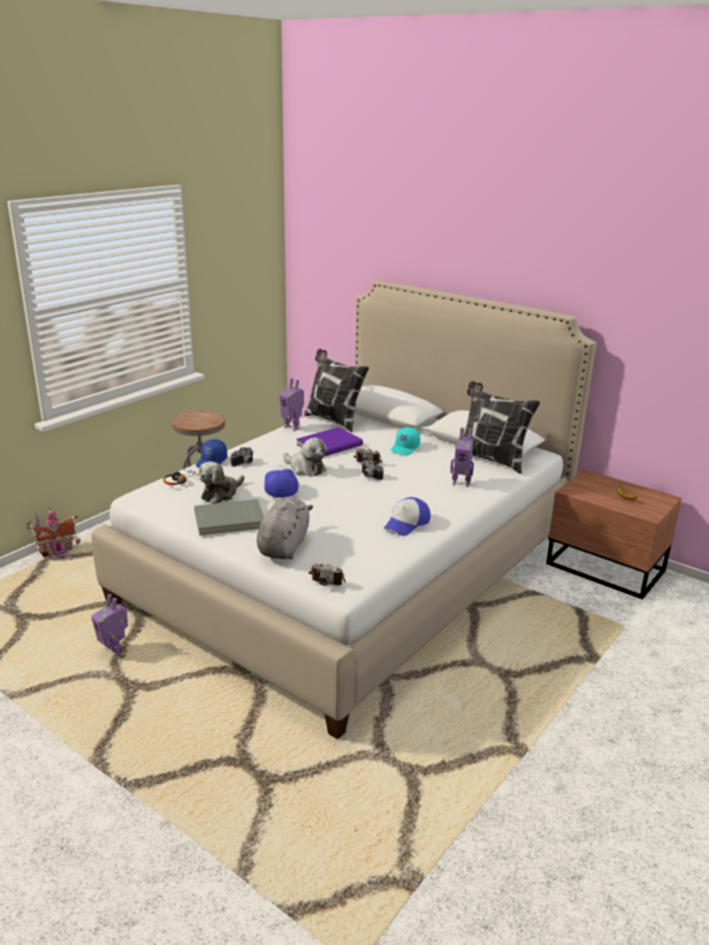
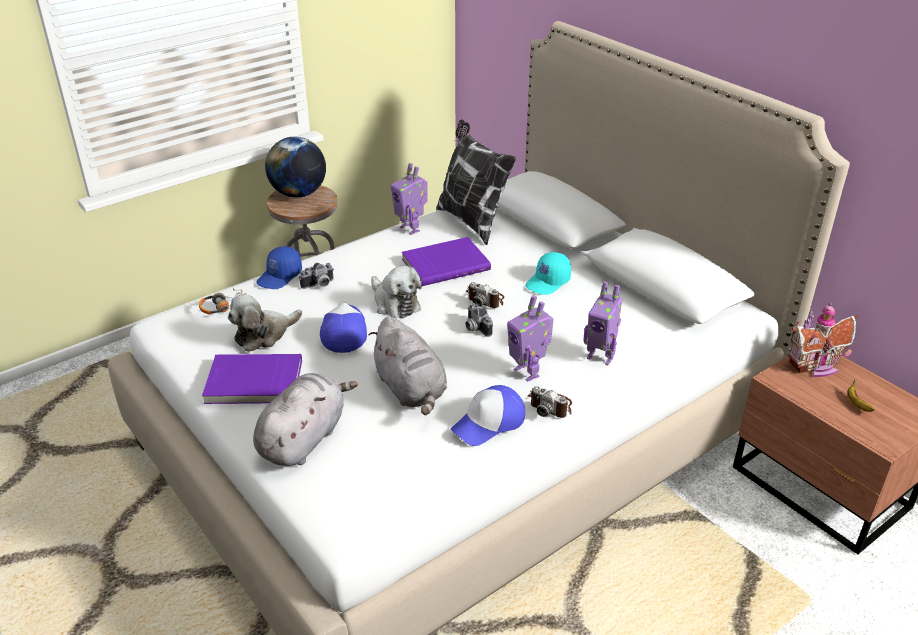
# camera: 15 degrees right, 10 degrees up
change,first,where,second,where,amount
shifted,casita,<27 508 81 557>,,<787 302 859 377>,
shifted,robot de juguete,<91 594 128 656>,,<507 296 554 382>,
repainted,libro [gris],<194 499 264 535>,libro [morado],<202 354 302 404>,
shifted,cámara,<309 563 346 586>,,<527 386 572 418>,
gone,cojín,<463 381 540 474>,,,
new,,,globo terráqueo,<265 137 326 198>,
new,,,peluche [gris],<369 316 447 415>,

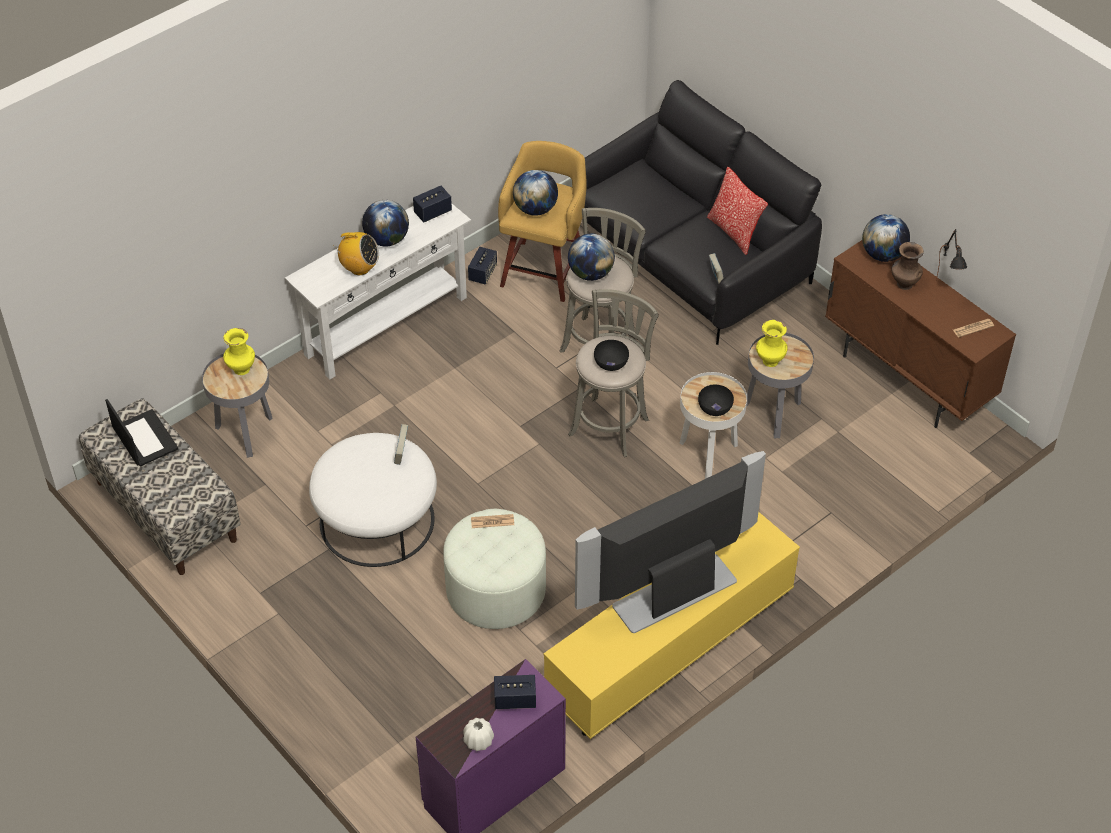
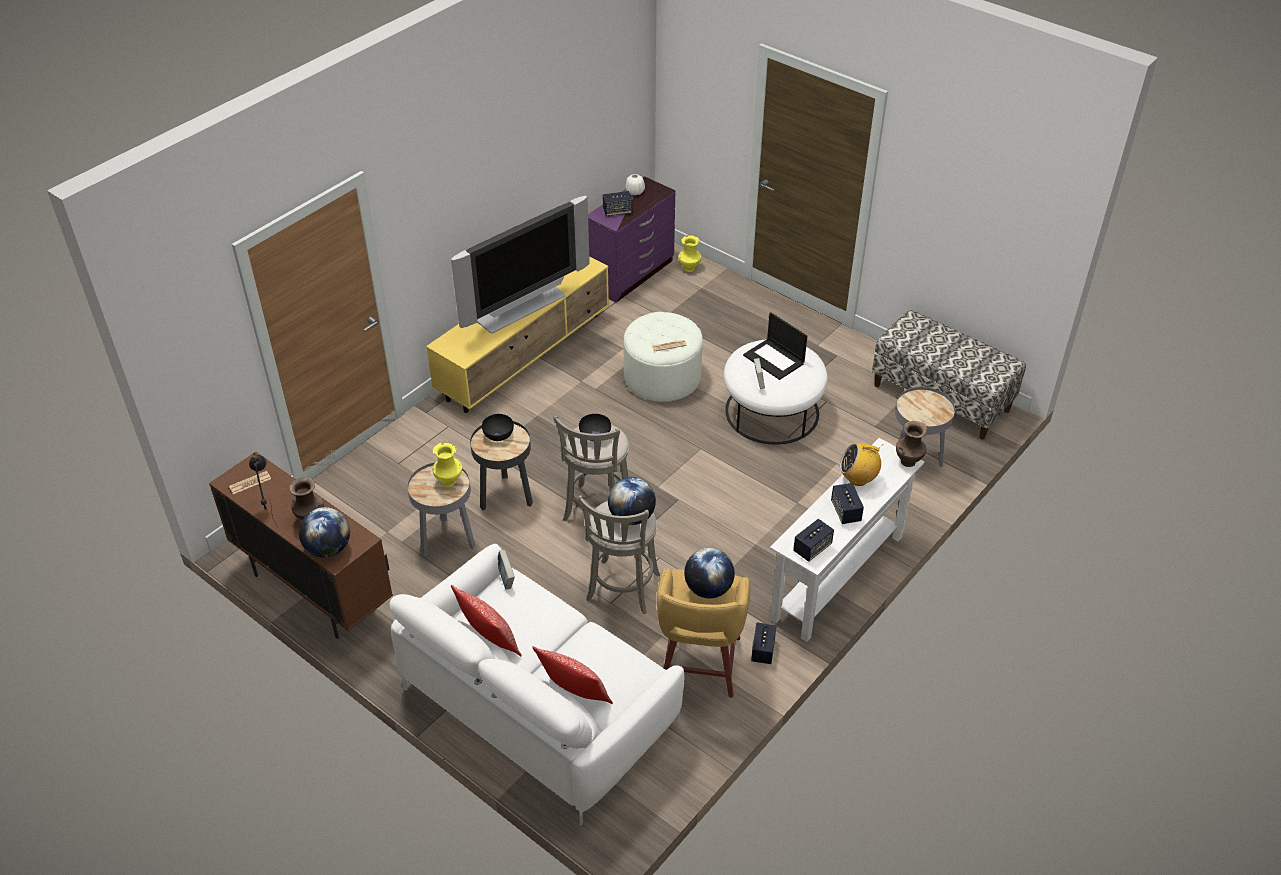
# camera: 170 degrees right, 5 degrees down
change,first,where,second,where,amount
shifted,portátil,<105 399 178 466>,,<743 312 807 380>,
shifted,florero [amarillo],<223 328 255 375>,,<679 235 701 272>,
swapped,globo terráqueo,<362 200 409 246>,altavoz,<831 483 864 524>,
repainted,sofá [negro],<582 80 822 345>,sofá [blanco],<389 544 684 825>,
repainted,mesa auxiliar [blanco],<680 372 747 479>,mesa auxiliar [negro],<470 421 533 510>,
new,,,cojín,<532 646 613 704>,
new,,,florero [marrón],<896 421 927 467>,

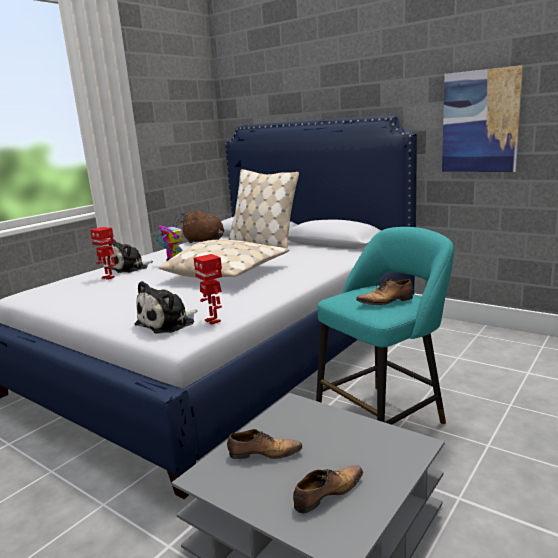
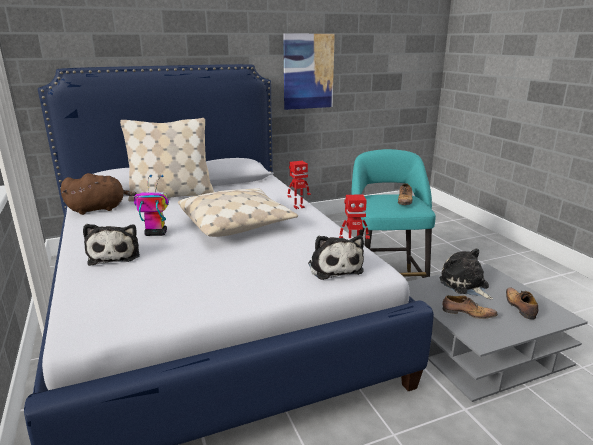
# camera: 60 degrees left, 5 degrees up
change,first,where,second,where,amount
shifted,robot de juguete,<90 227 116 280>,,<288 161 311 209>,
rotated,zapato,<227 429 303 459>,,<442 295 497 319>,75 degrees clockwise
new,,,peluche,<439 248 493 299>,

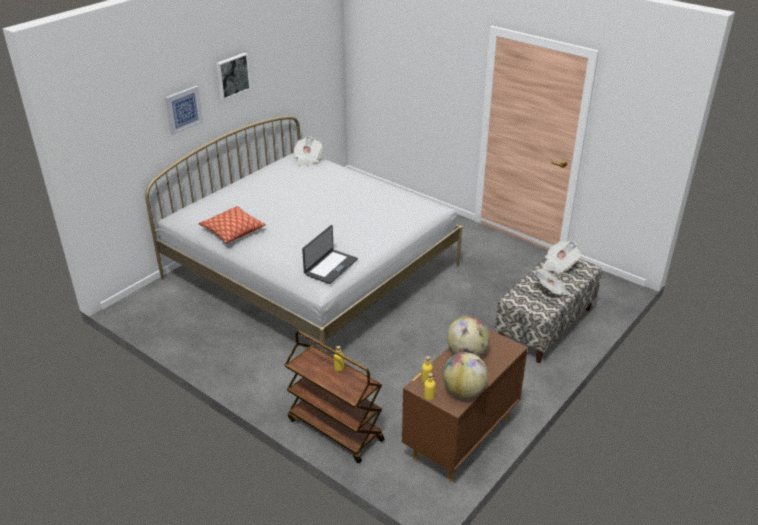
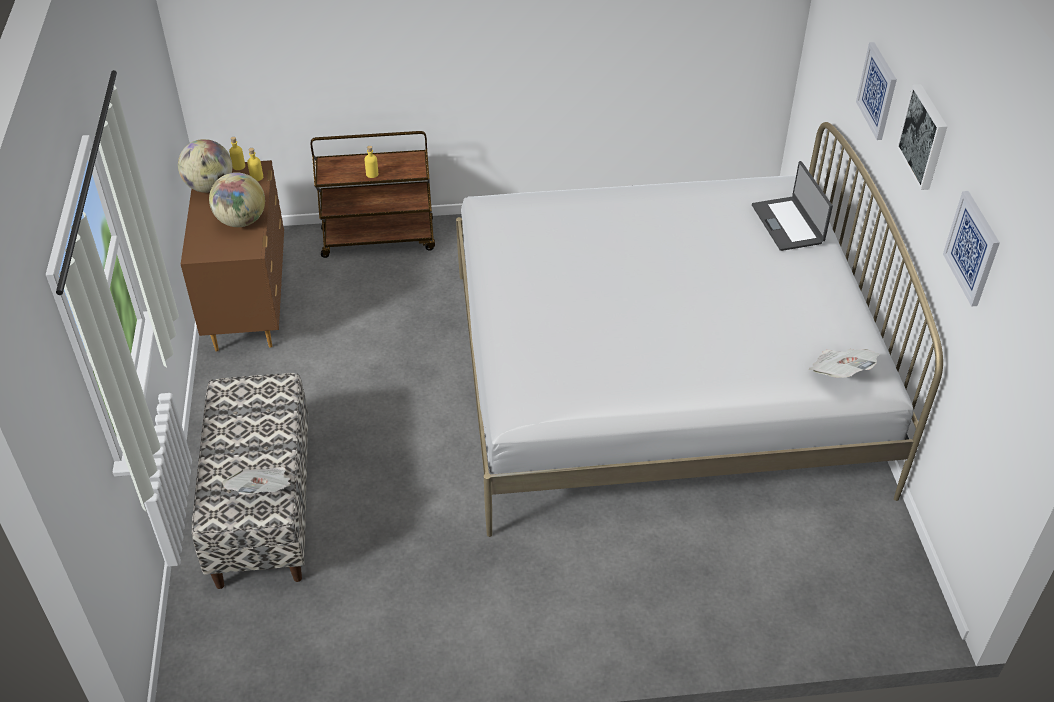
# camera: 135 degrees right, 10 degrees up
change,first,where,second,where,amount
gone,cojín,<198 206 266 243>,,,
shifted,portátil,<302 225 358 284>,,<752 161 833 251>,
gone,periódico,<534 268 571 295>,,,
new,,,cuadro,<943 191 1000 307>,

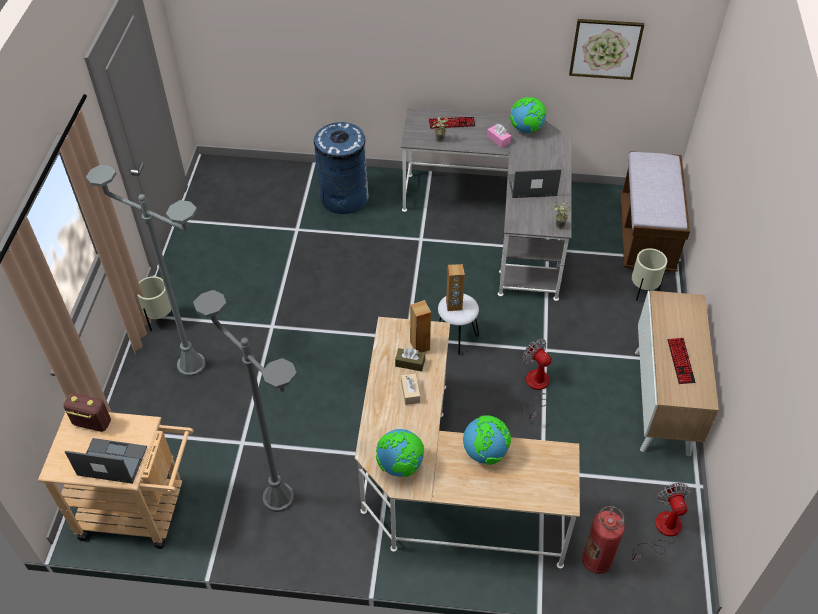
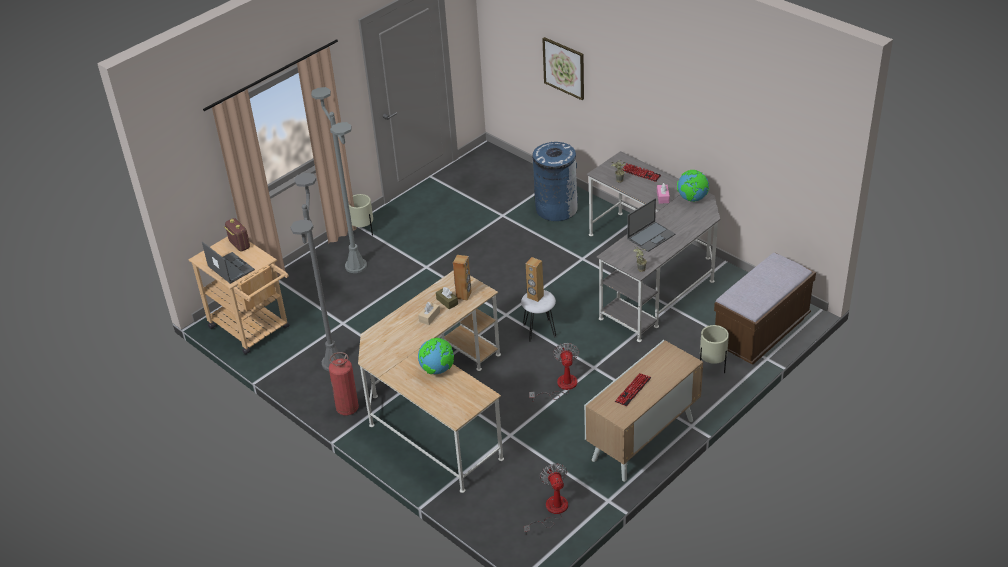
# camera: 40 degrees right, 10 degrees down
change,first,where,second,where,amount
gone,globo terráqueo,<376 429 424 477>,,,
rotated,portátil,<508 169 561 198>,,<627 198 676 252>,105 degrees clockwise
shifted,cuadro,<569 19 644 80>,,<542 37 584 100>,
shifted,extintor,<582 506 625 574>,,<329 352 359 416>,
rotated,ventilador,<632 483 691 560>,,<524 463 568 535>,45 degrees counterclockwise

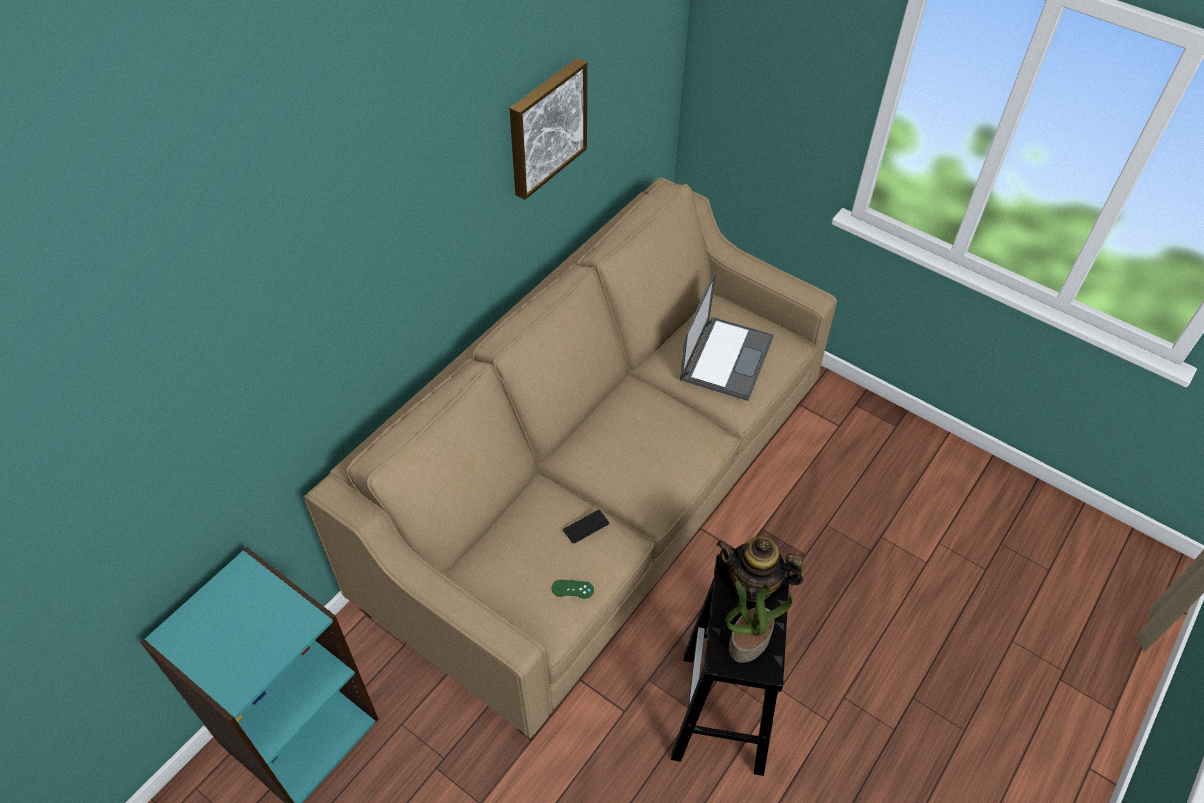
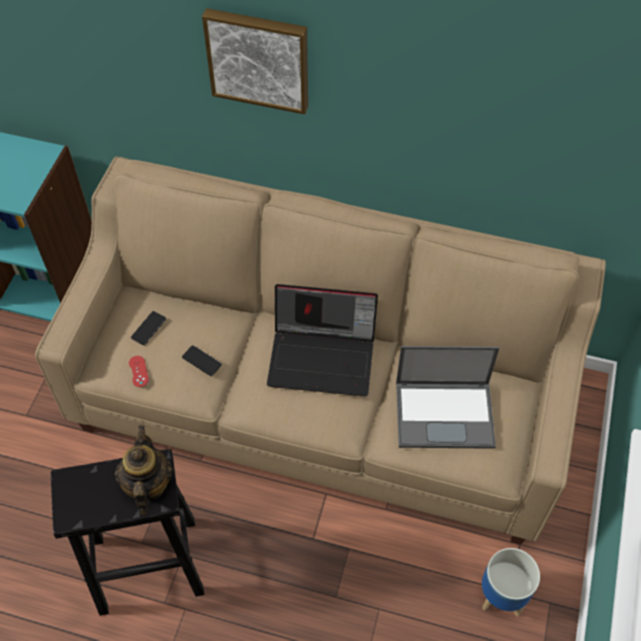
# camera: 70 degrees right, 5 degrees up
change,first,where,second,where,amount
shifted,cuadro,<509 58 587 200>,,<202 8 308 114>,
repainted,mando de consola [verde],<551 580 594 599>,mando de consola [rojo],<129 356 149 387>,
gone,planta en maceta,<725 581 793 663>,,,
new,,,móvil,<131 311 166 345>,
new,,,portátil,<267 284 378 396>,
new,,,maceta,<482 548 540 617>,

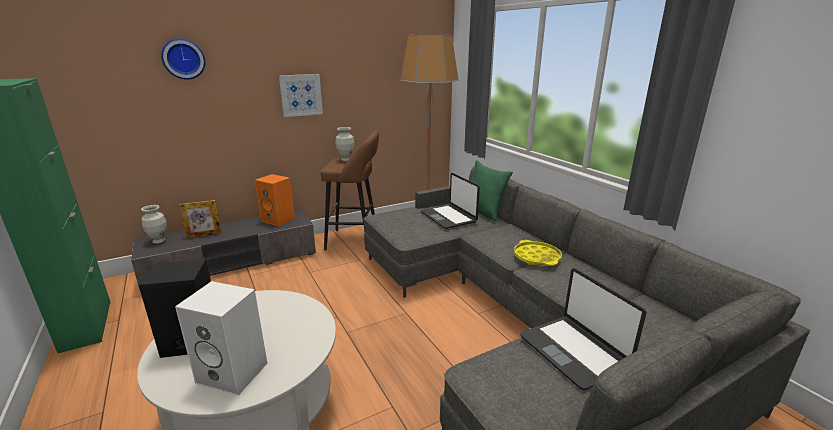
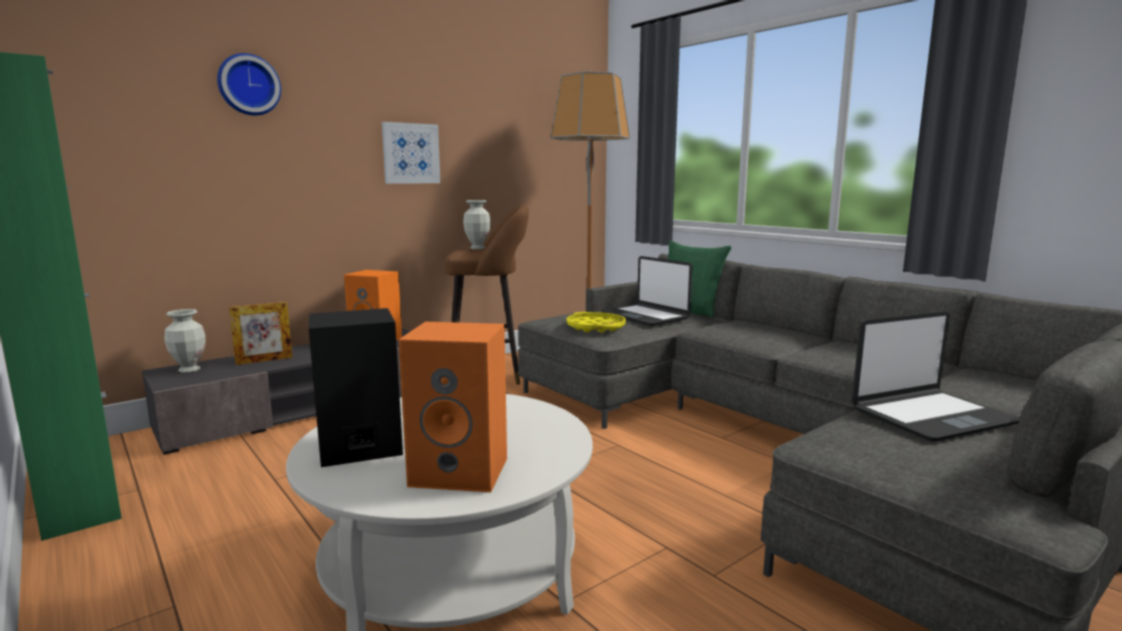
# camera: 10 degrees left, 10 degrees down
change,first,where,second,where,amount
repainted,altavoz [blanco],<175 281 267 395>,altavoz [naranja],<399 322 507 492>,
shifted,bandeja [amarillo],<514 240 562 266>,,<566 312 626 333>,
rotated,portátil,<520 268 646 390>,,<852 311 1020 442>,75 degrees counterclockwise

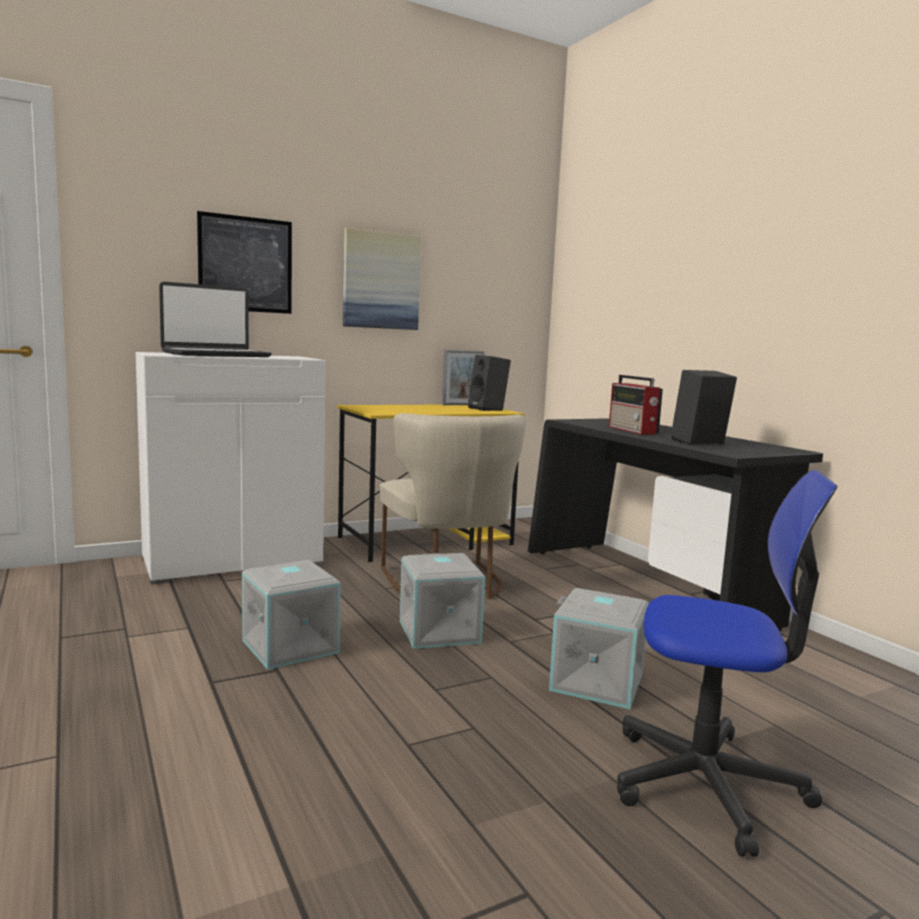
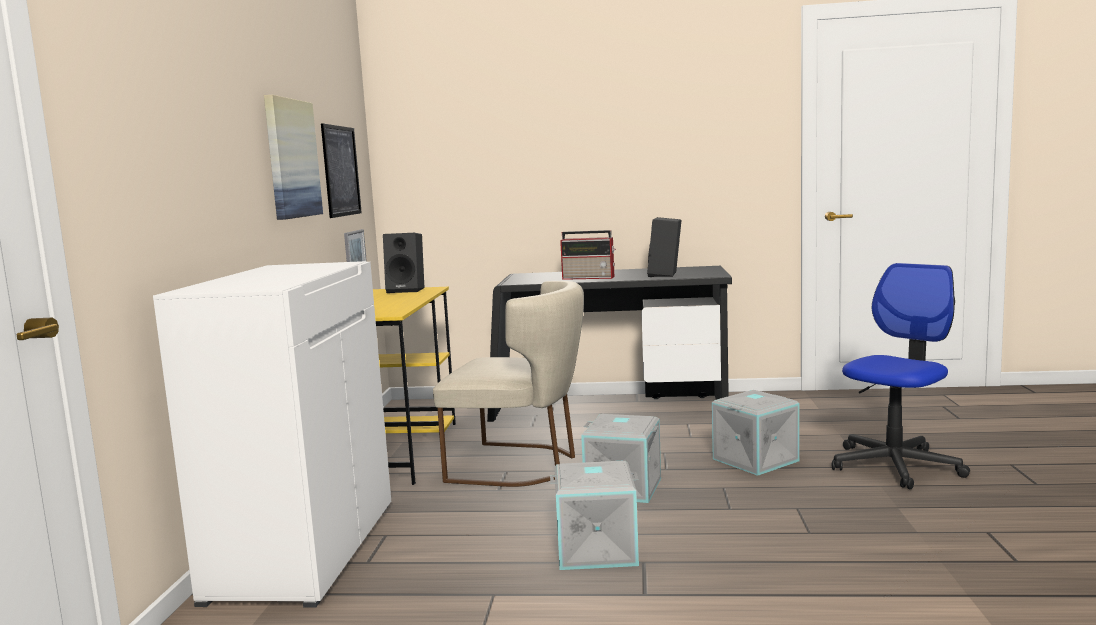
# camera: 55 degrees left, 0 degrees up
change,first,where,second,where,amount
gone,portátil,<159 282 272 357>,,,
shifted,cuadro,<197 211 292 314>,,<321 123 362 218>,

